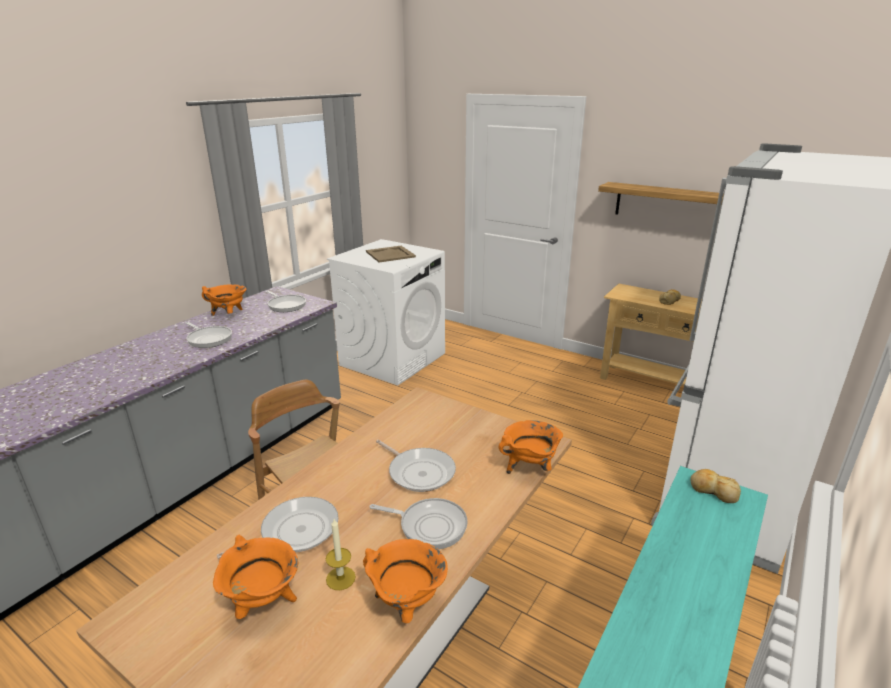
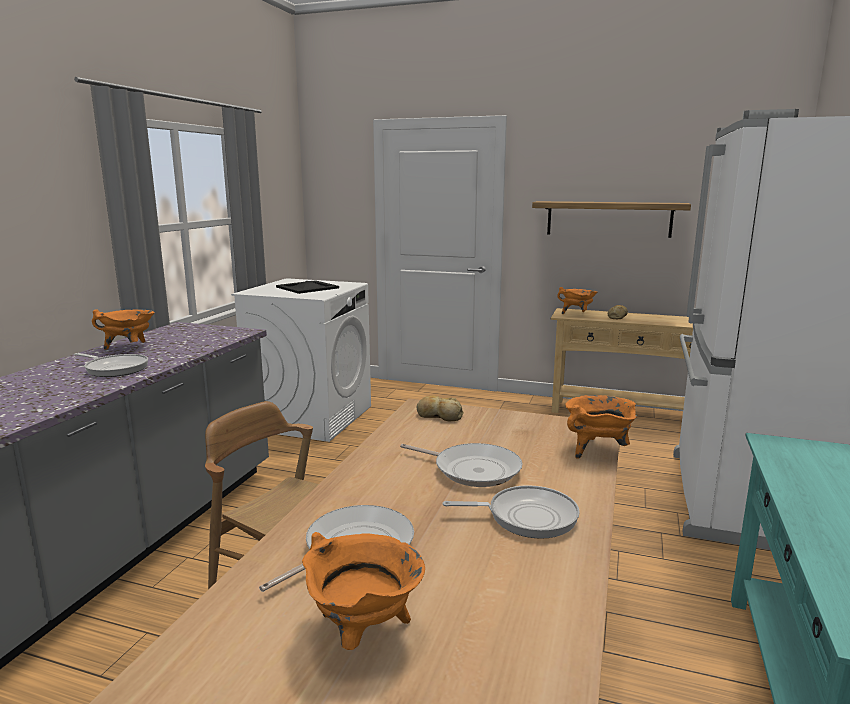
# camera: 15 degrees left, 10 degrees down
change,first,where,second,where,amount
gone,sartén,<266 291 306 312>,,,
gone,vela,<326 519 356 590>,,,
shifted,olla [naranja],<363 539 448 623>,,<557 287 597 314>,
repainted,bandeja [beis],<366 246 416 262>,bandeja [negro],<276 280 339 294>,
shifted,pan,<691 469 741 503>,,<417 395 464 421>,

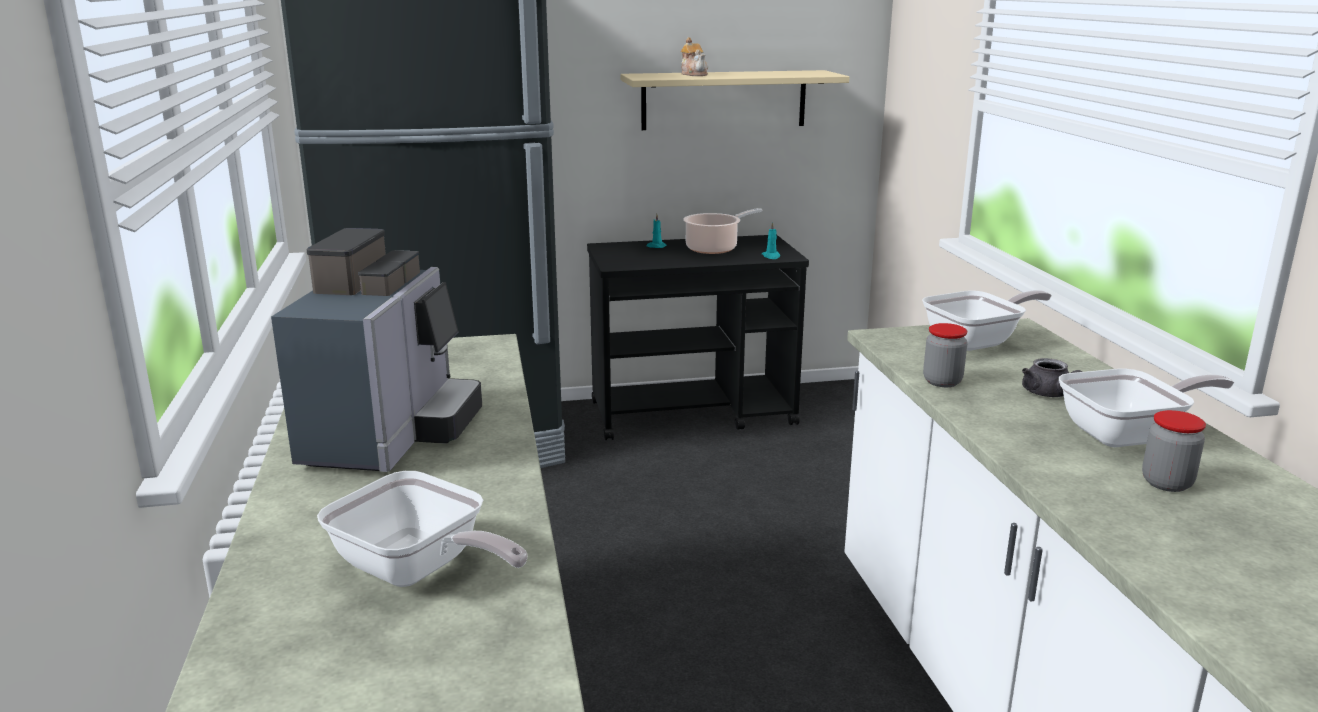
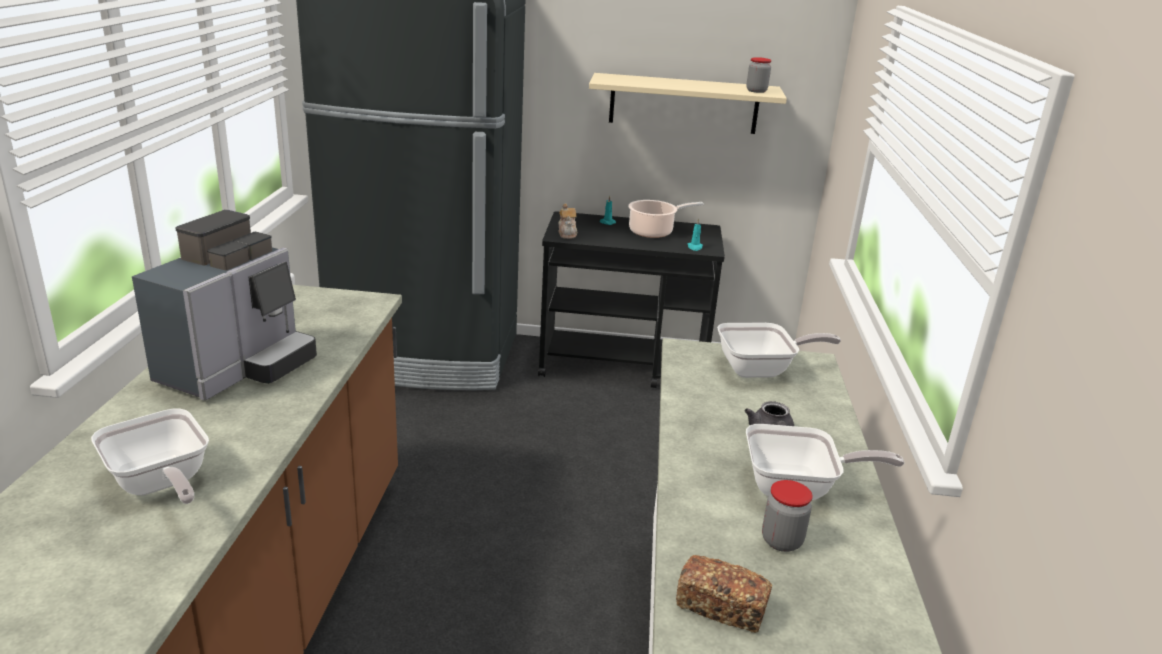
# camera: 15 degrees right, 5 degrees up
change,first,where,second,where,amount
shifted,tetera,<681 37 708 76>,,<558 203 578 239>,
shifted,tarro,<923 323 968 387>,,<746 57 771 93>,
new,,,pan,<676 555 772 633>,

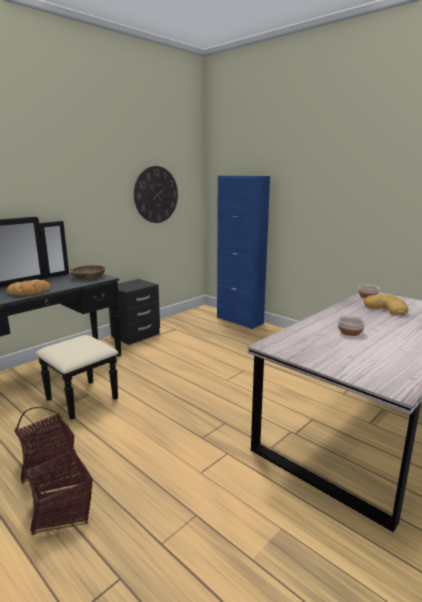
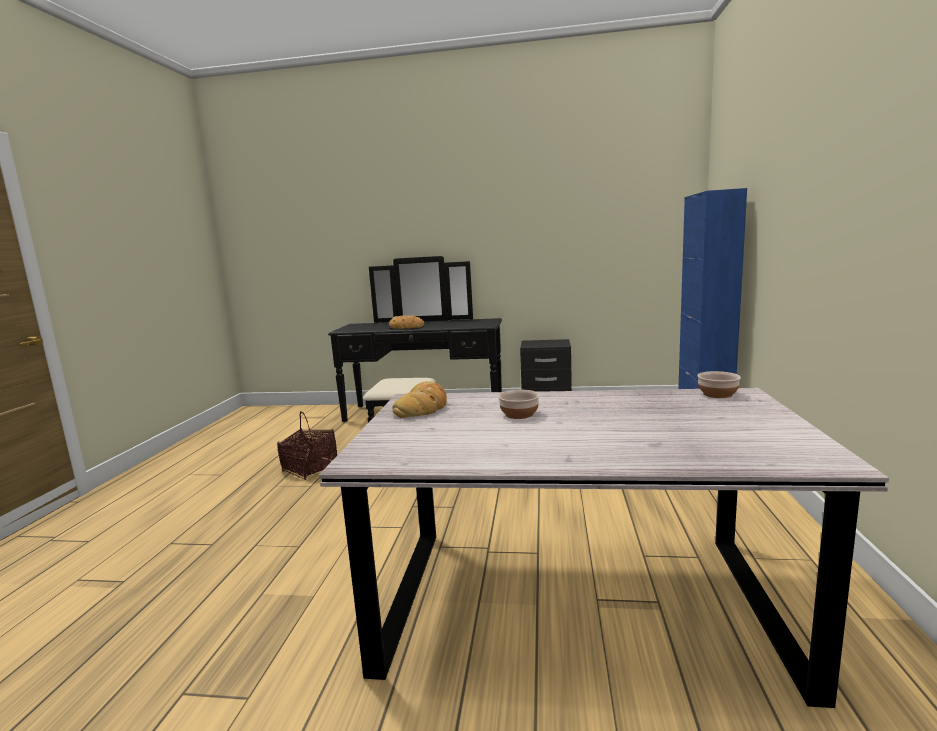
# camera: 55 degrees right, 5 degrees down
change,first,where,second,where,amount
gone,cesta,<24 446 93 535>,,,
gone,cuenco [marrón],<70 265 105 279>,,,
gone,reloj de pared,<134 166 178 223>,,,
shifted,pan,<364 294 408 315>,,<393 381 447 418>,

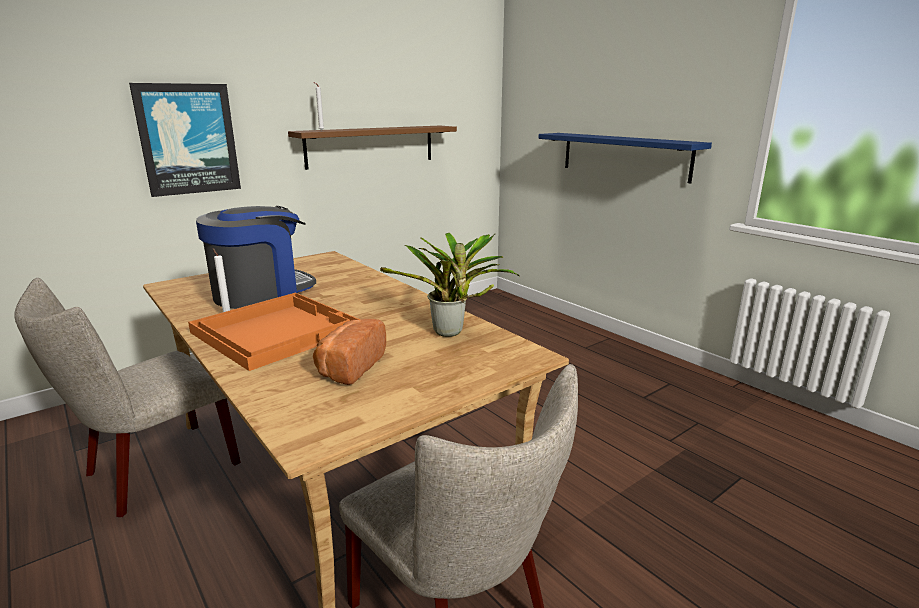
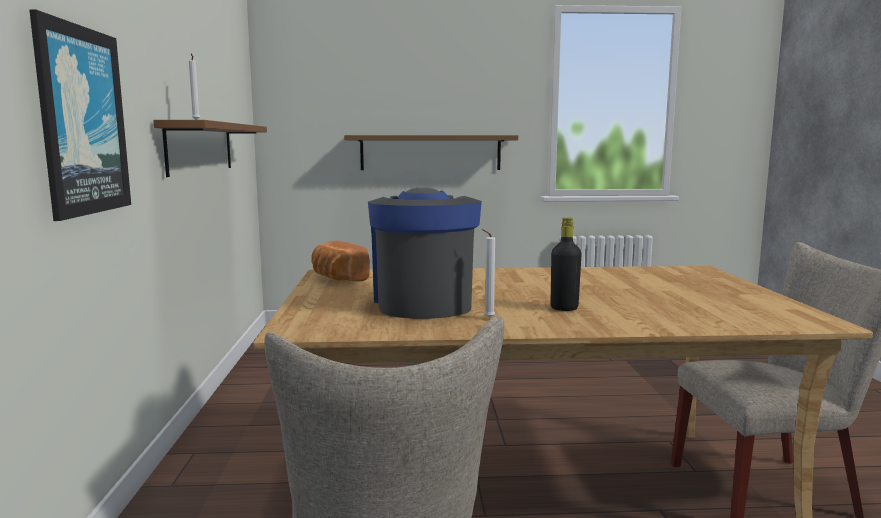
# camera: 55 degrees left, 10 degrees down
change,first,where,second,where,amount
swapped,bandeja [naranja],<188 292 360 371>,botella [negro],<551 217 582 311>,
shifted,pan,<313 319 386 385>,,<311 240 370 282>,
gone,planta en maceta,<380 233 520 337>,,,
repainted,estante [azul],<538 133 712 184>,estante [marrón],<344 135 518 170>,

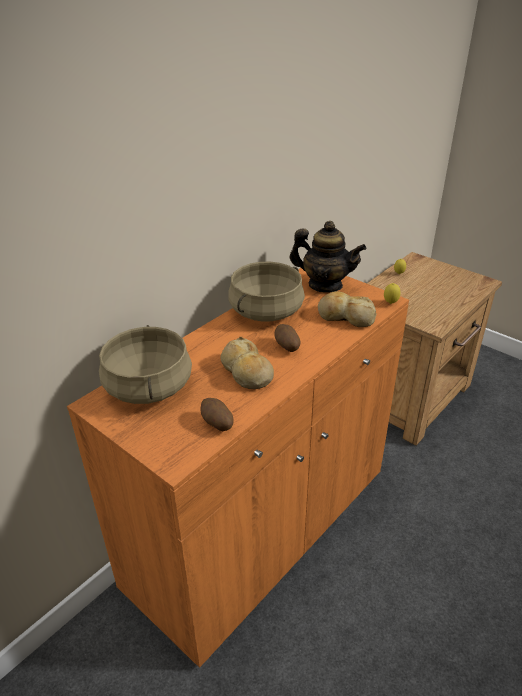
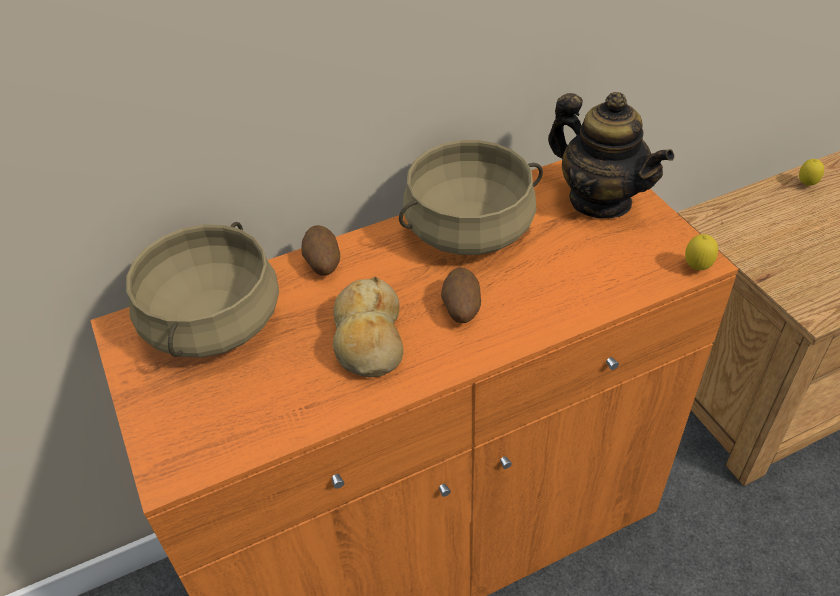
# camera: 25 degrees right, 10 degrees up
change,first,where,second,where,amount
shifted,patata,<200 398 234 431>,,<302 225 340 276>,
gone,pan,<318 291 376 327>,,,

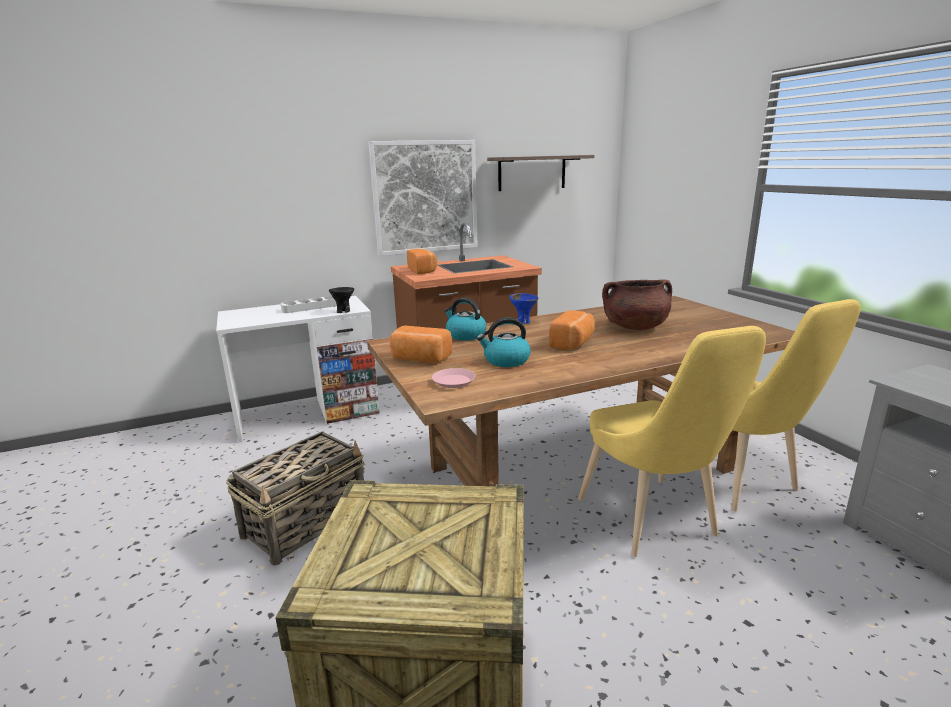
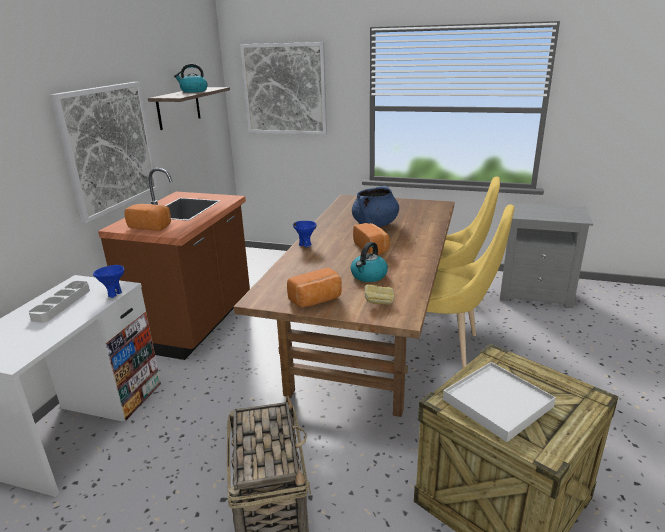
# camera: 50 degrees left, 5 degrees up
change,first,where,second,where,amount
repainted,cuenco [negro],<329 287 354 313>,cuenco [azul],<93 265 124 298>,
swapped,plato [rosa],<432 368 476 388>,pan,<364 285 395 305>,
shifted,hervidor,<444 298 487 341>,,<174 64 208 93>,
repainted,olla [marrón],<602 279 672 330>,olla [azul],<352 186 399 227>,
new,,,cuadro,<240 42 327 135>,
new,,,bandeja [blanco],<443 362 556 442>,

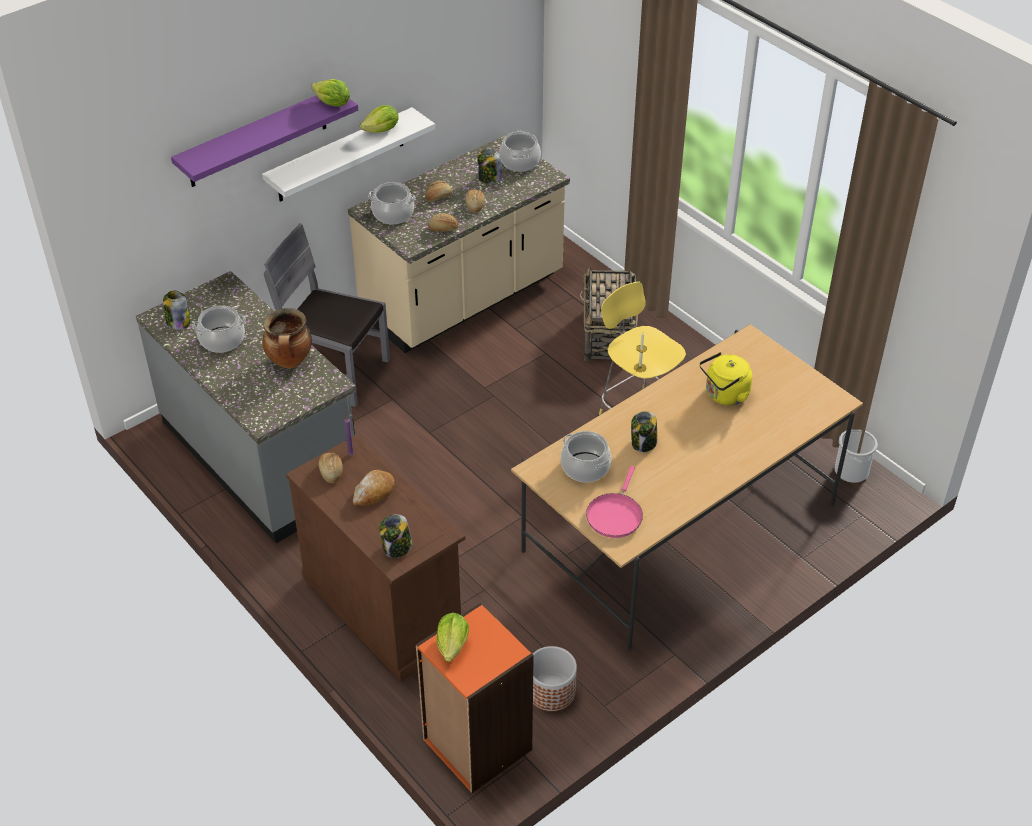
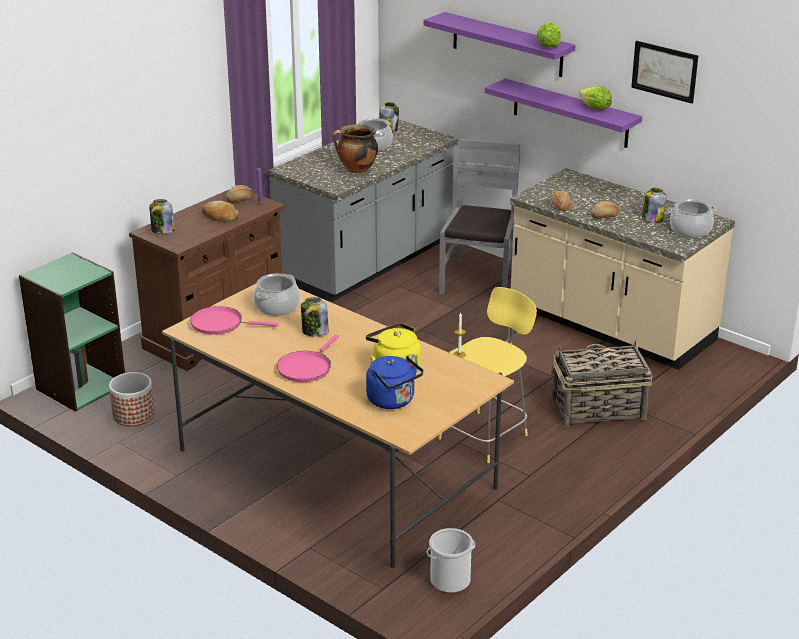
# camera: 80 degrees right, 15 degrees down
change,first,where,second,where,amount
repainted,estante [blanco],<262 107 435 202>,estante [morado],<485 78 642 148>,
gone,olla,<368 182 416 224>,,,
repainted,estantería [naranja],<416 603 534 793>,estantería [verde],<19 252 125 412>,
gone,pan,<426 181 452 202>,,,
gone,lechuga,<436 613 469 662>,,,
new,,,sartén [rosa],<277 335 339 382>,
new,,,hervidor [azul],<366 356 424 409>,
new,,,cuadro,<631 41 698 104>,

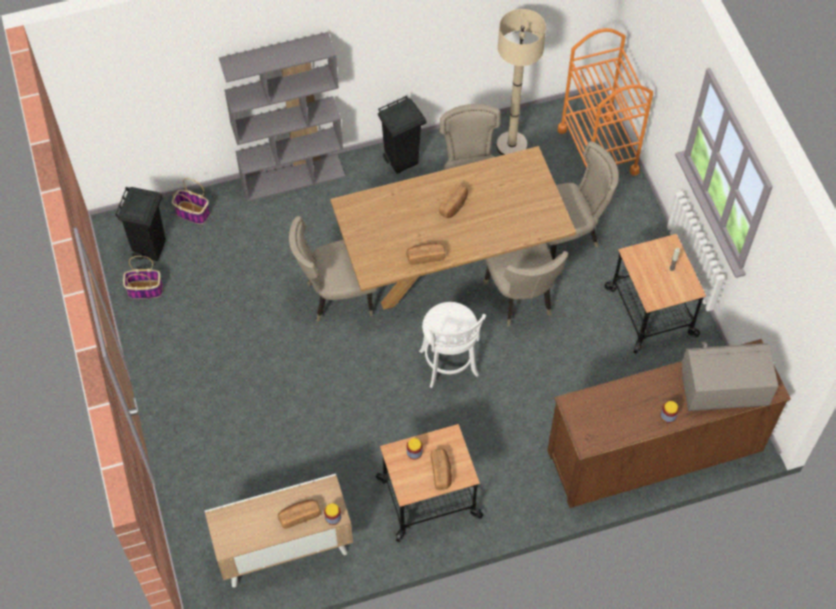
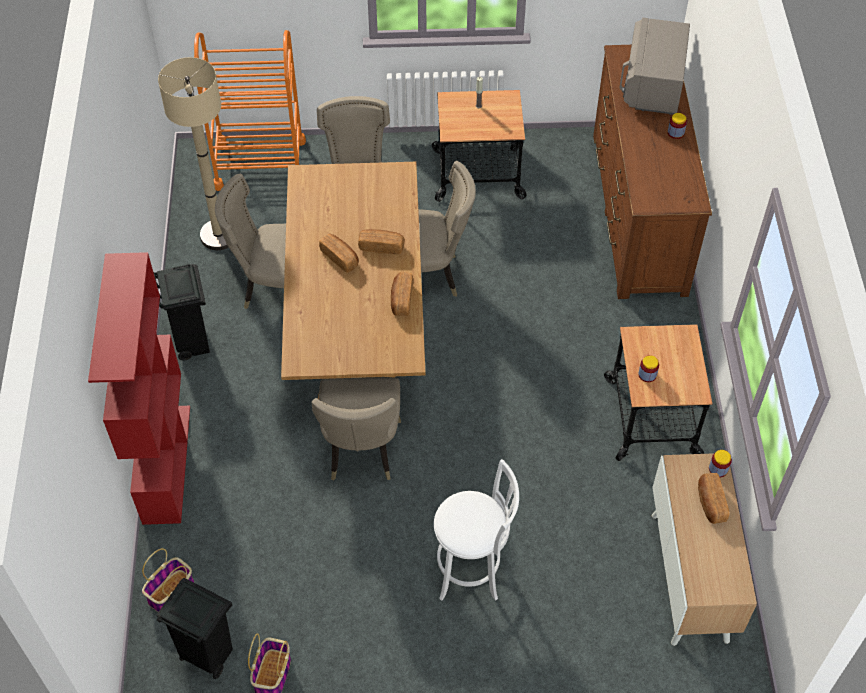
# camera: 75 degrees left, 5 degrees down
change,first,where,second,where,amount
repainted,estantería [gris],<219 32 345 202>,estantería [rojo],<88 252 190 525>,
shifted,taburete [blanco],<419 302 486 388>,,<434 459 519 601>,
shifted,pan,<431 448 452 490>,,<358 229 405 254>,

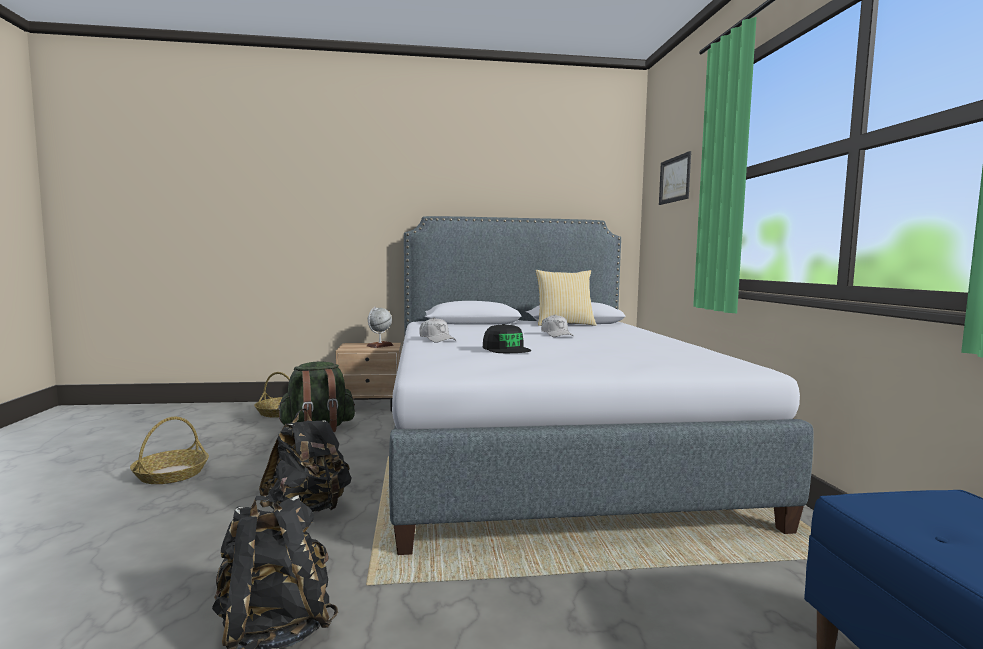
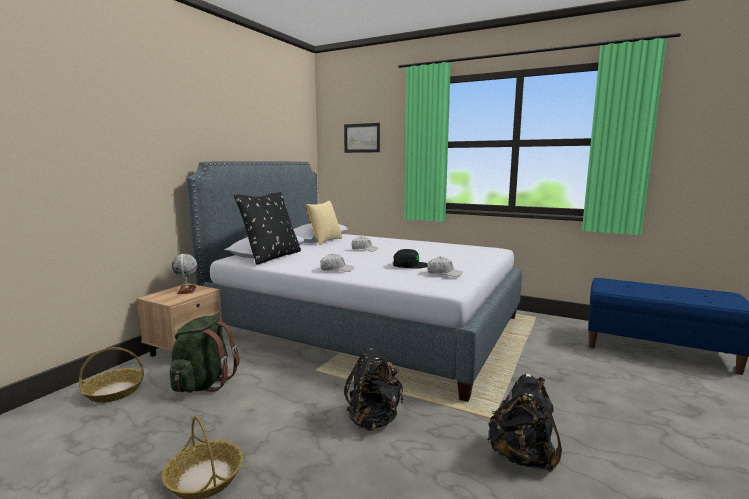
# camera: 55 degrees left, 5 degrees up
change,first,where,second,where,amount
new,,,cojín [negro],<234 192 301 264>,
new,,,gorra [blanco],<427 256 463 277>,

